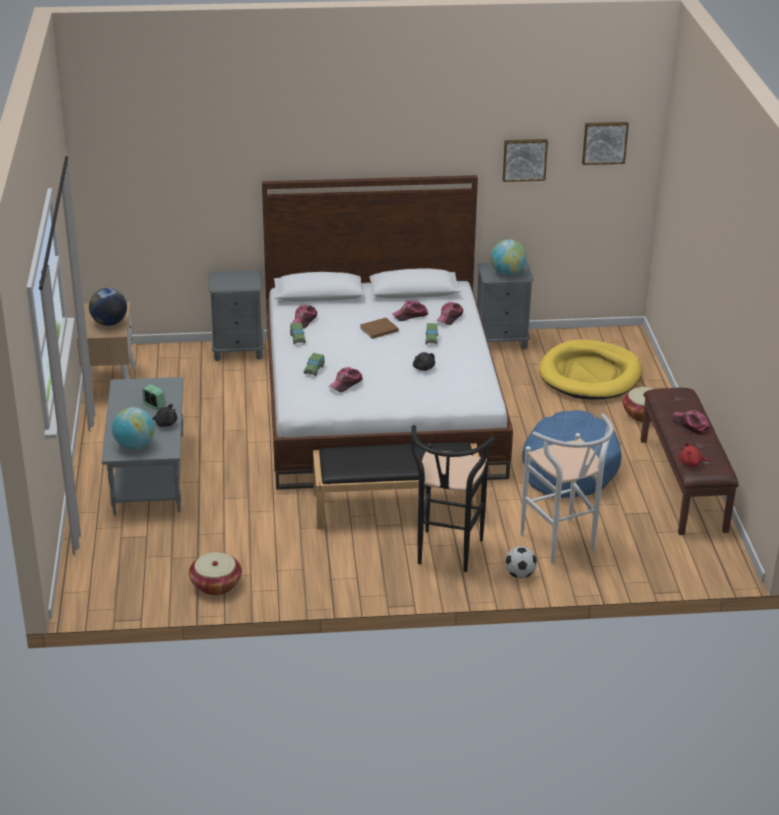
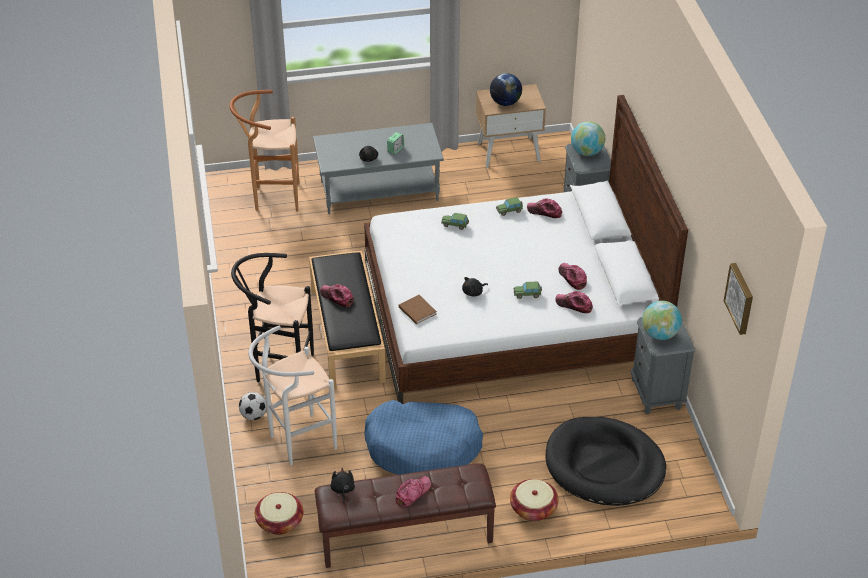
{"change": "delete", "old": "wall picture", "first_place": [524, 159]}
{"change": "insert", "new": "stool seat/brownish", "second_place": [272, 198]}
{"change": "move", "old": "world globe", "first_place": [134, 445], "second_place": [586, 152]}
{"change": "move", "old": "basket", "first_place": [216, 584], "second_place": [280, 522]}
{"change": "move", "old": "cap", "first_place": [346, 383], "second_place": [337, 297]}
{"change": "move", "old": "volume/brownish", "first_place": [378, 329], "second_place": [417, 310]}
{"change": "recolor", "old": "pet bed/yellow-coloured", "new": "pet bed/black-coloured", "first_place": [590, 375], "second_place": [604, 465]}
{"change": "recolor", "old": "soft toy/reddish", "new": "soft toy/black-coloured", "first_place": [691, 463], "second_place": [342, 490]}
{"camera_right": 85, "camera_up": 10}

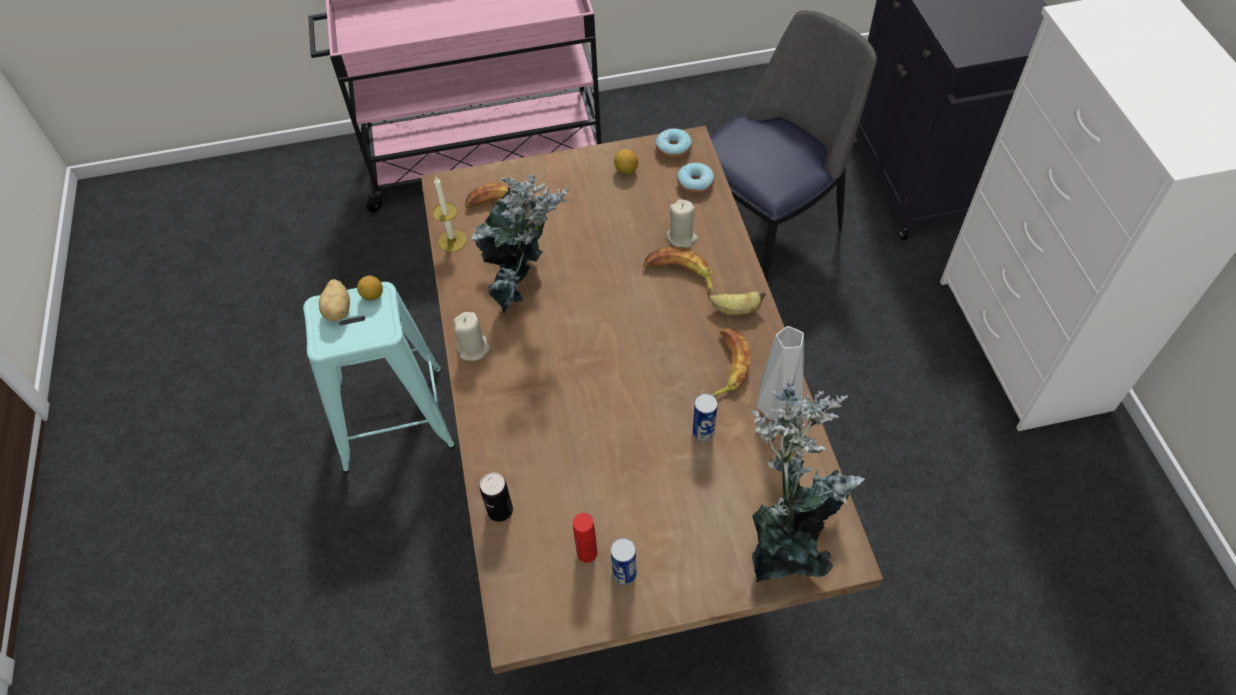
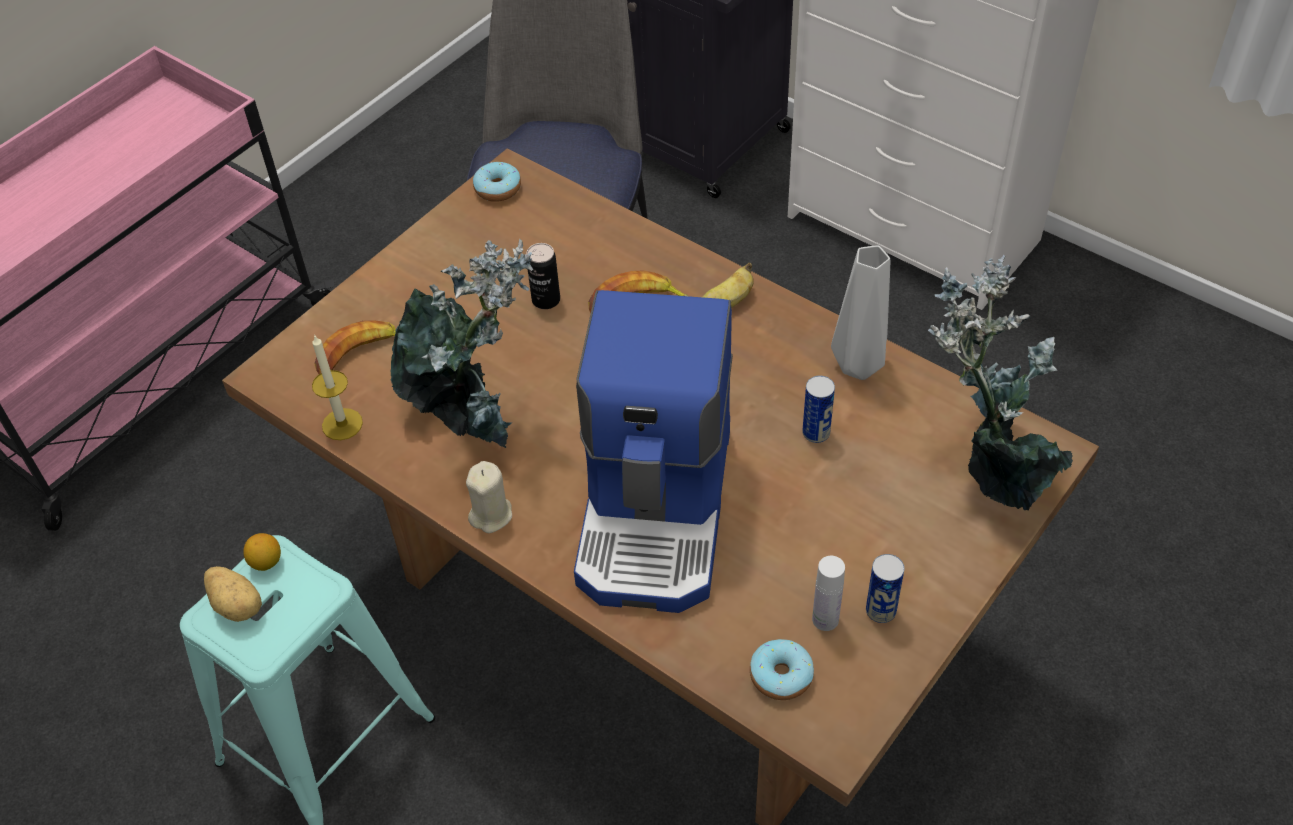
{"change": "delete", "old": "lemon", "first_place": [626, 170]}
{"change": "delete", "old": "wax candle/beige", "first_place": [682, 237]}
{"change": "delete", "old": "banana", "first_place": [727, 365]}
{"change": "insert", "new": "coffee machine", "second_place": [658, 511]}
{"change": "move", "old": "can", "first_place": [500, 510], "second_place": [546, 300]}
{"change": "move", "old": "doughnut", "first_place": [695, 183], "second_place": [781, 676]}
{"change": "recolor", "old": "beverage bottle/reddish", "new": "beverage bottle/white-coloured", "first_place": [587, 553], "second_place": [825, 619]}
{"camera_right": -40, "camera_up": -5}

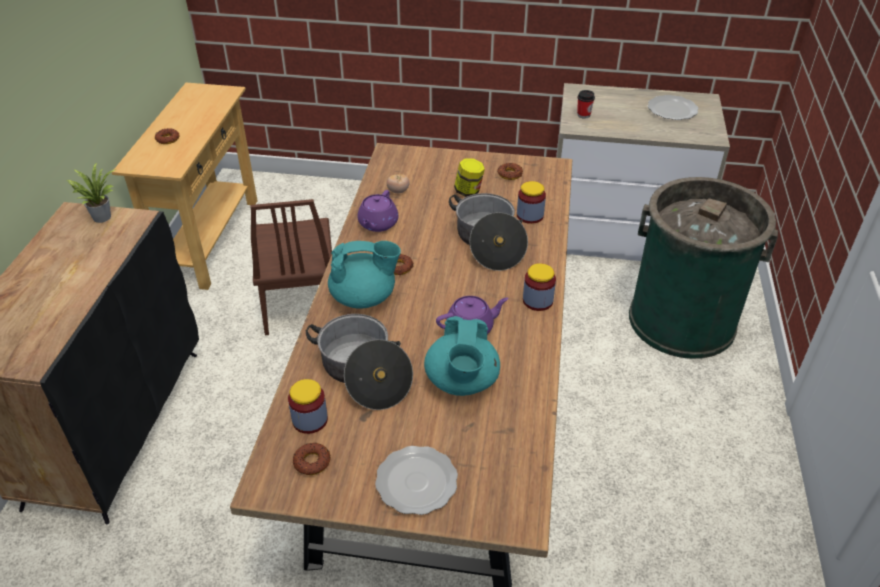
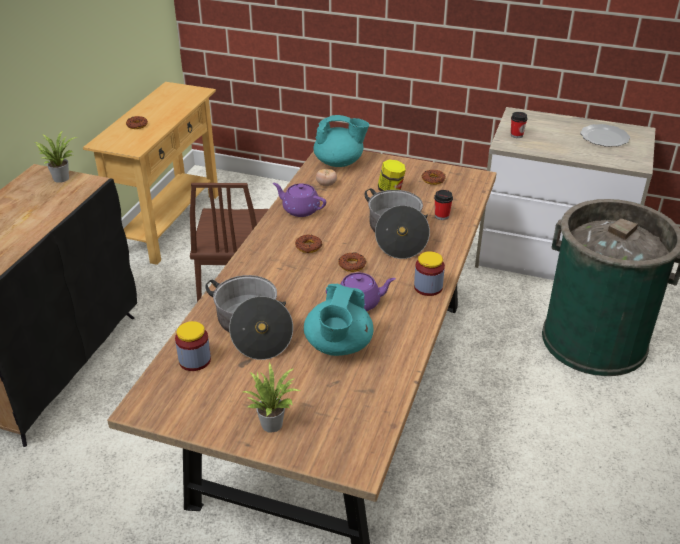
{"change": "move", "old": "doughnut", "first_place": [312, 462], "second_place": [352, 265]}
{"change": "move", "old": "pot for tea/turquoise", "first_place": [364, 297], "second_place": [339, 162]}
{"change": "replace", "old": "plate", "new": "houseplant", "first_place": [415, 482], "second_place": [272, 422]}
{"change": "replace", "old": "jar", "new": "cup", "first_place": [530, 215], "second_place": [442, 216]}
{"change": "rotate", "old": "pot for tea/purple", "first_place": [377, 224], "second_place": [300, 209], "degrees": 90}
{"camera_right": 10, "camera_up": -5}

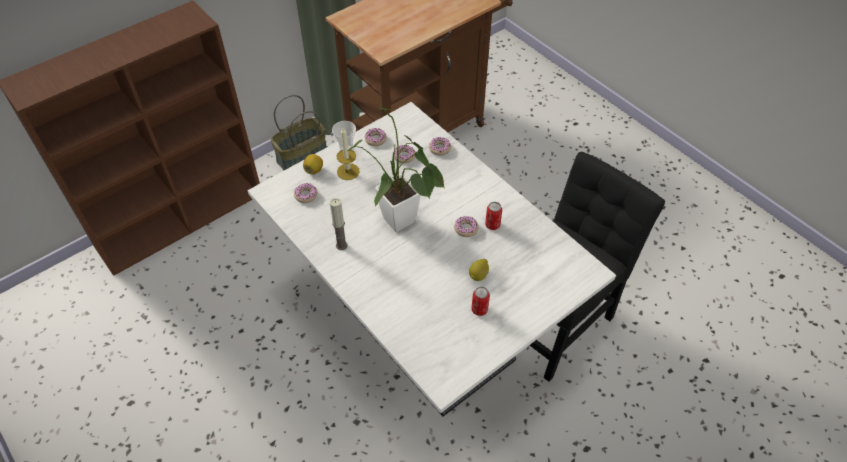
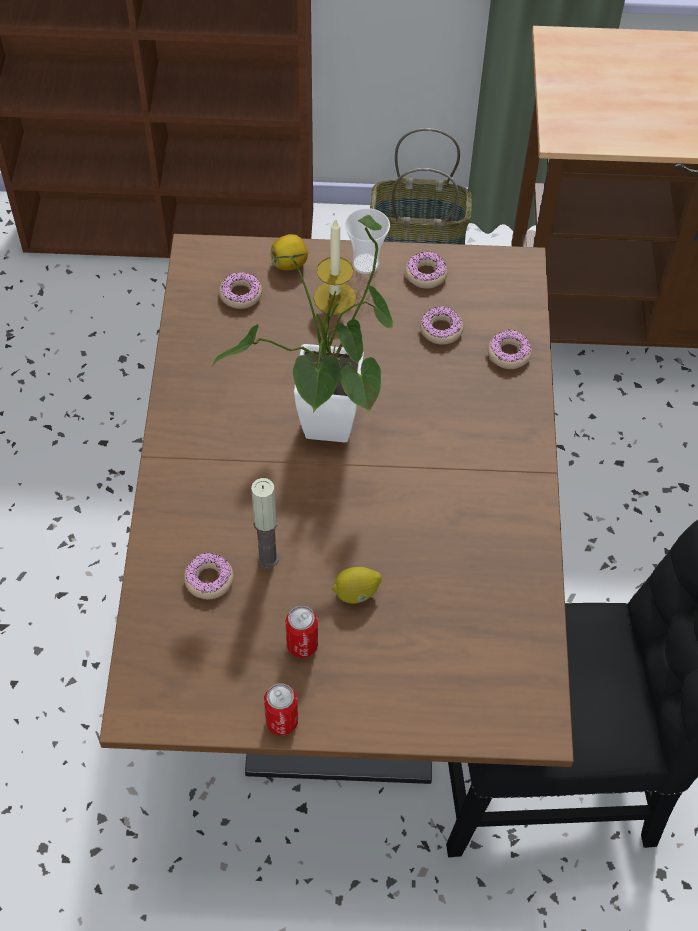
{"change": "move", "old": "wax candle", "first_place": [341, 245], "second_place": [268, 558]}
{"change": "move", "old": "doughnut", "first_place": [466, 229], "second_place": [209, 580]}
{"change": "move", "old": "can", "first_place": [492, 225], "second_place": [282, 721]}
{"change": "recolor", "old": "dinner table/white-coloured", "new": "dinner table/brownish", "first_place": [423, 327], "second_place": [345, 625]}
{"camera_right": 40, "camera_up": 5}

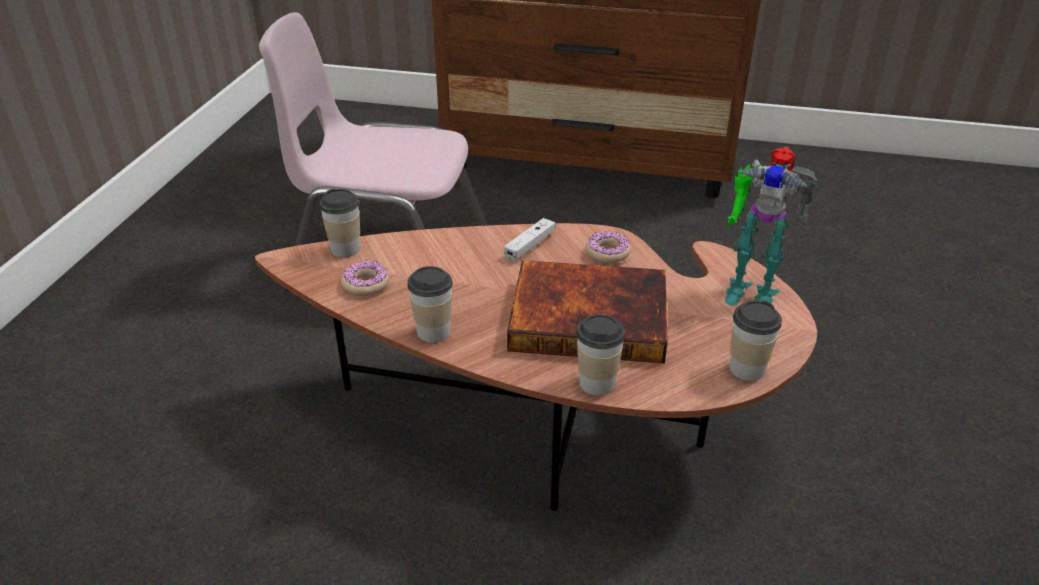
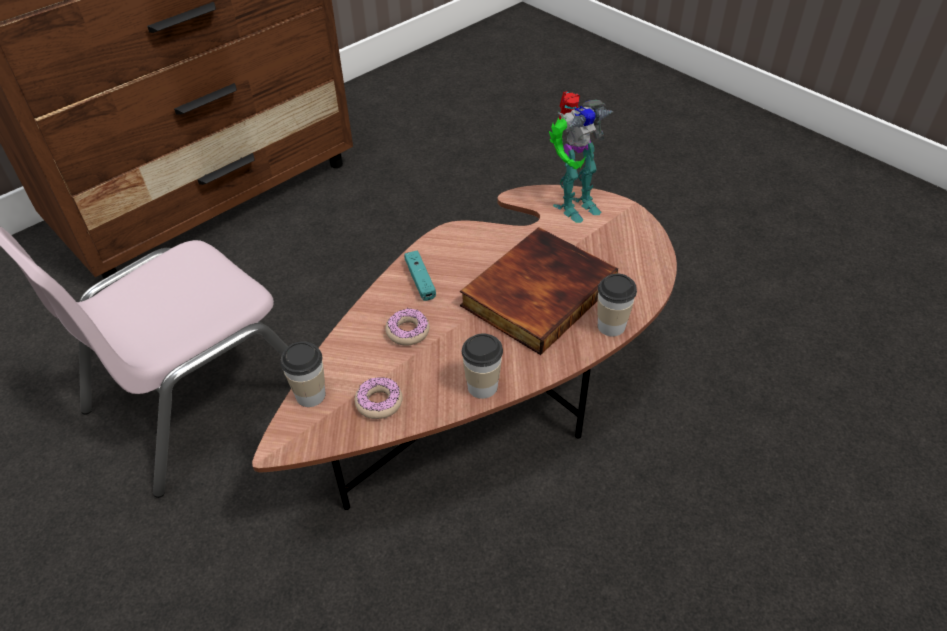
{"change": "delete", "old": "cup", "first_place": [746, 369]}
{"change": "move", "old": "doughnut", "first_place": [607, 253], "second_place": [408, 331]}
{"change": "recolor", "old": "joypad/white-coloured", "new": "joypad/turquoise", "first_place": [530, 245], "second_place": [420, 280]}
{"camera_right": -55, "camera_up": 10}

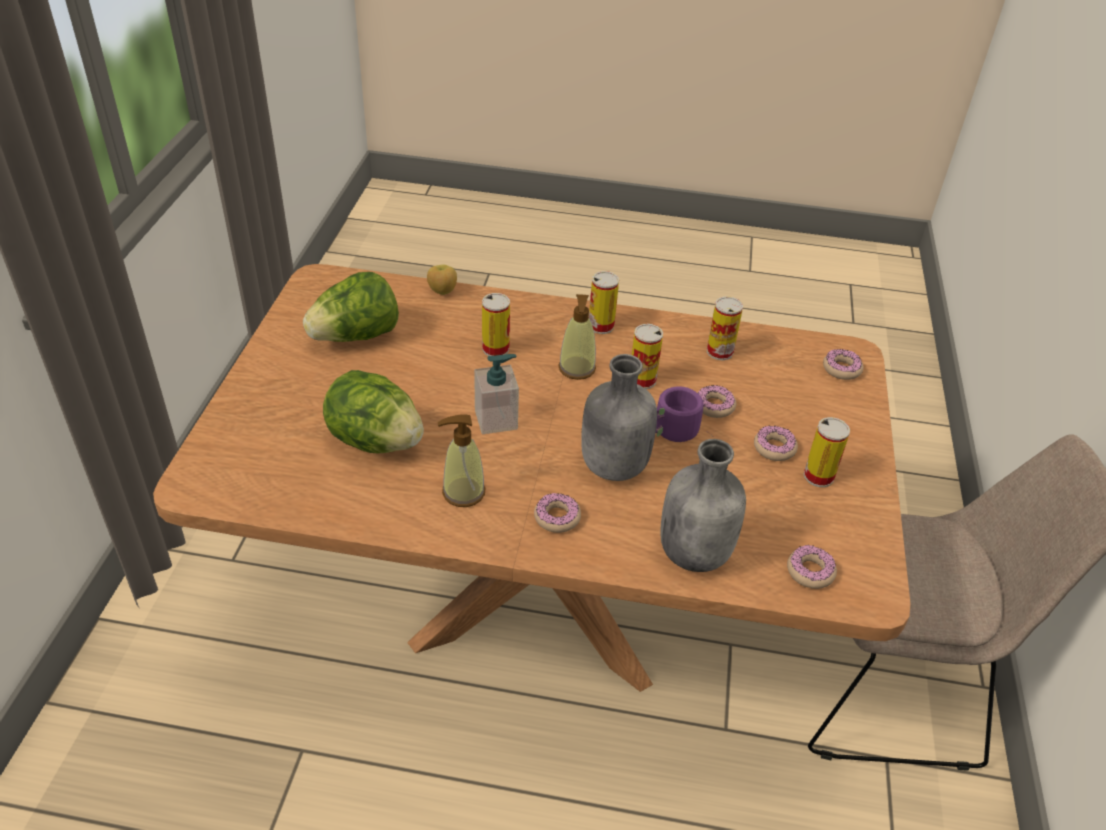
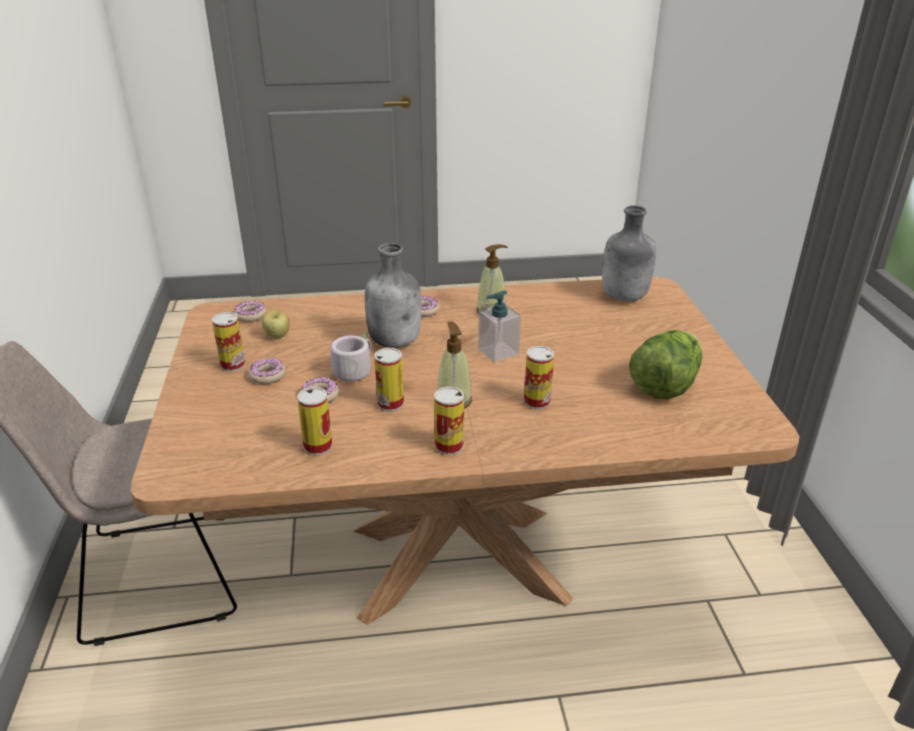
{"change": "delete", "old": "head of lettuce", "first_place": [375, 441]}
{"change": "delete", "old": "doughnut", "first_place": [841, 369]}
{"change": "move", "old": "apple", "first_place": [442, 292], "second_place": [277, 336]}
{"change": "move", "old": "beverage bottle/gray", "first_place": [695, 552], "second_place": [624, 297]}
{"change": "recolor", "old": "coffee mug/purple", "new": "coffee mug/gray", "first_place": [673, 433], "second_place": [353, 370]}
{"camera_right": 165, "camera_up": -10}

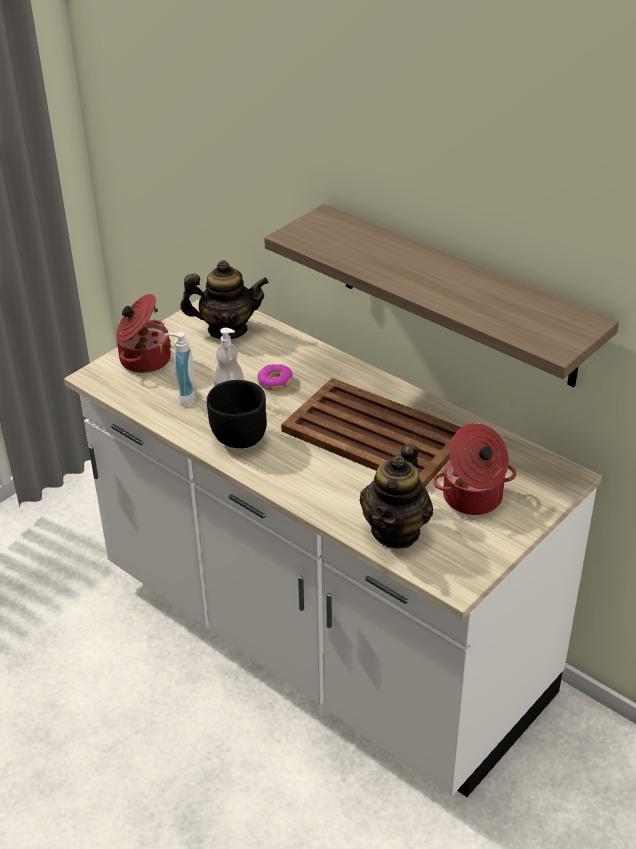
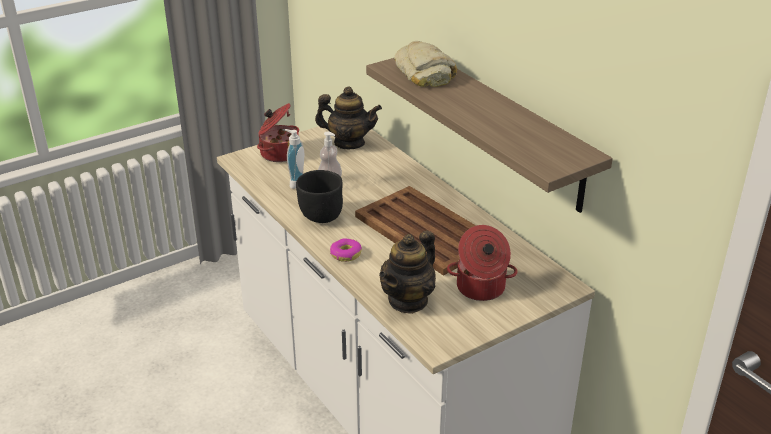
{"change": "insert", "new": "baked bread", "second_place": [424, 73]}
{"change": "move", "old": "doughnut", "first_place": [275, 382], "second_place": [345, 254]}
{"camera_right": 15, "camera_up": -5}

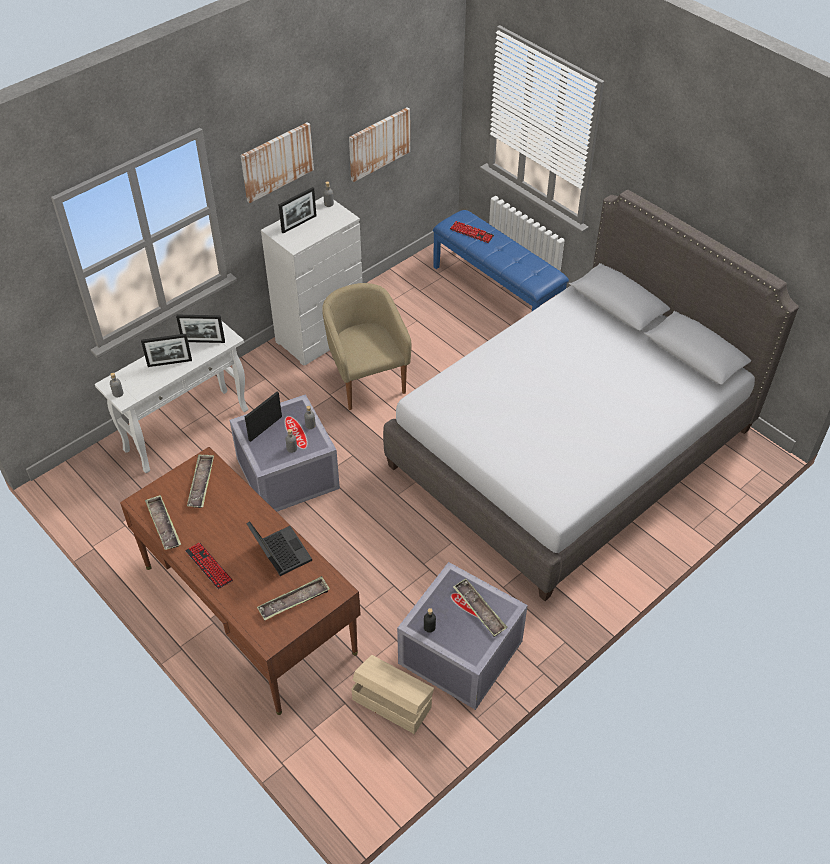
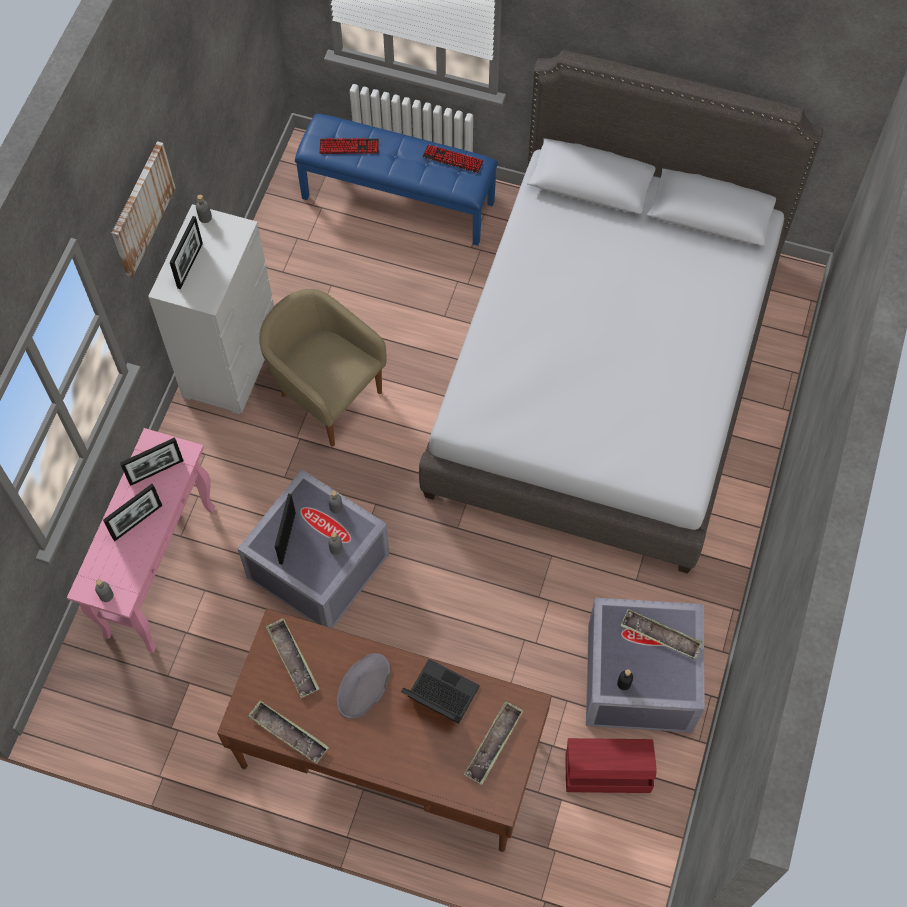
{"change": "delete", "old": "wall picture", "first_place": [379, 143]}
{"change": "insert", "new": "hat/gray", "second_place": [363, 686]}
{"change": "move", "old": "keyboard", "first_place": [209, 566], "second_place": [453, 159]}
{"change": "recolor", "old": "console table/white-coloured", "new": "console table/pinkish", "first_place": [187, 429], "second_place": [160, 570]}
{"change": "recolor", "old": "storage bin/beige", "new": "storage bin/reddish", "first_place": [391, 702], "second_place": [606, 771]}
{"camera_right": -30, "camera_up": 15}

